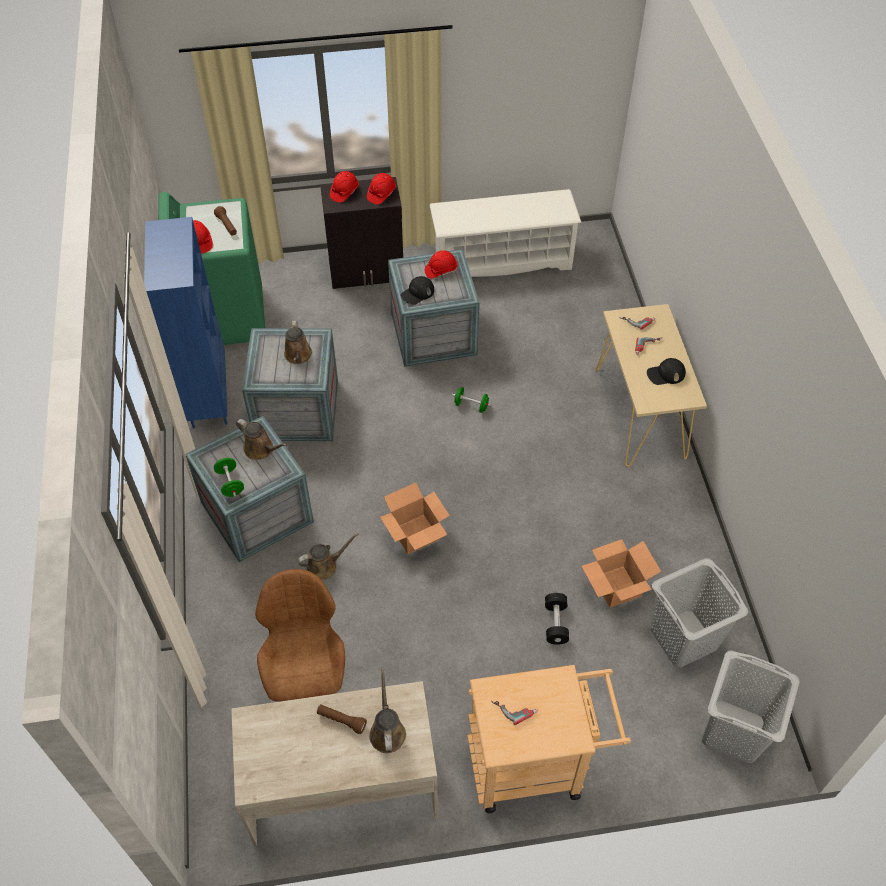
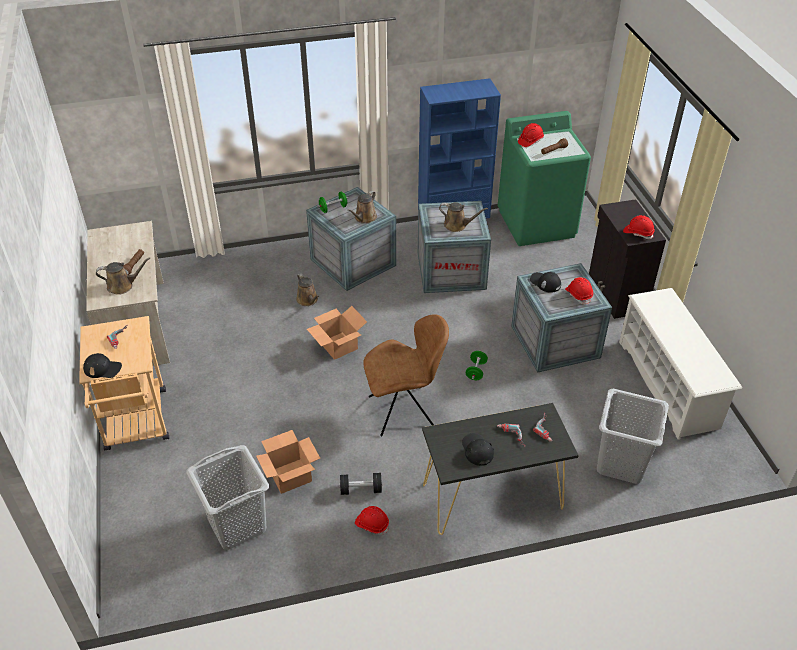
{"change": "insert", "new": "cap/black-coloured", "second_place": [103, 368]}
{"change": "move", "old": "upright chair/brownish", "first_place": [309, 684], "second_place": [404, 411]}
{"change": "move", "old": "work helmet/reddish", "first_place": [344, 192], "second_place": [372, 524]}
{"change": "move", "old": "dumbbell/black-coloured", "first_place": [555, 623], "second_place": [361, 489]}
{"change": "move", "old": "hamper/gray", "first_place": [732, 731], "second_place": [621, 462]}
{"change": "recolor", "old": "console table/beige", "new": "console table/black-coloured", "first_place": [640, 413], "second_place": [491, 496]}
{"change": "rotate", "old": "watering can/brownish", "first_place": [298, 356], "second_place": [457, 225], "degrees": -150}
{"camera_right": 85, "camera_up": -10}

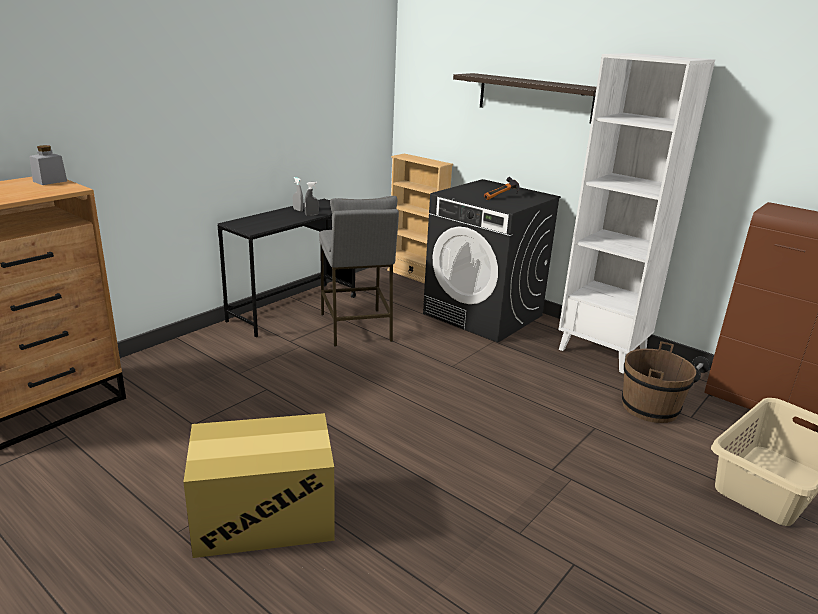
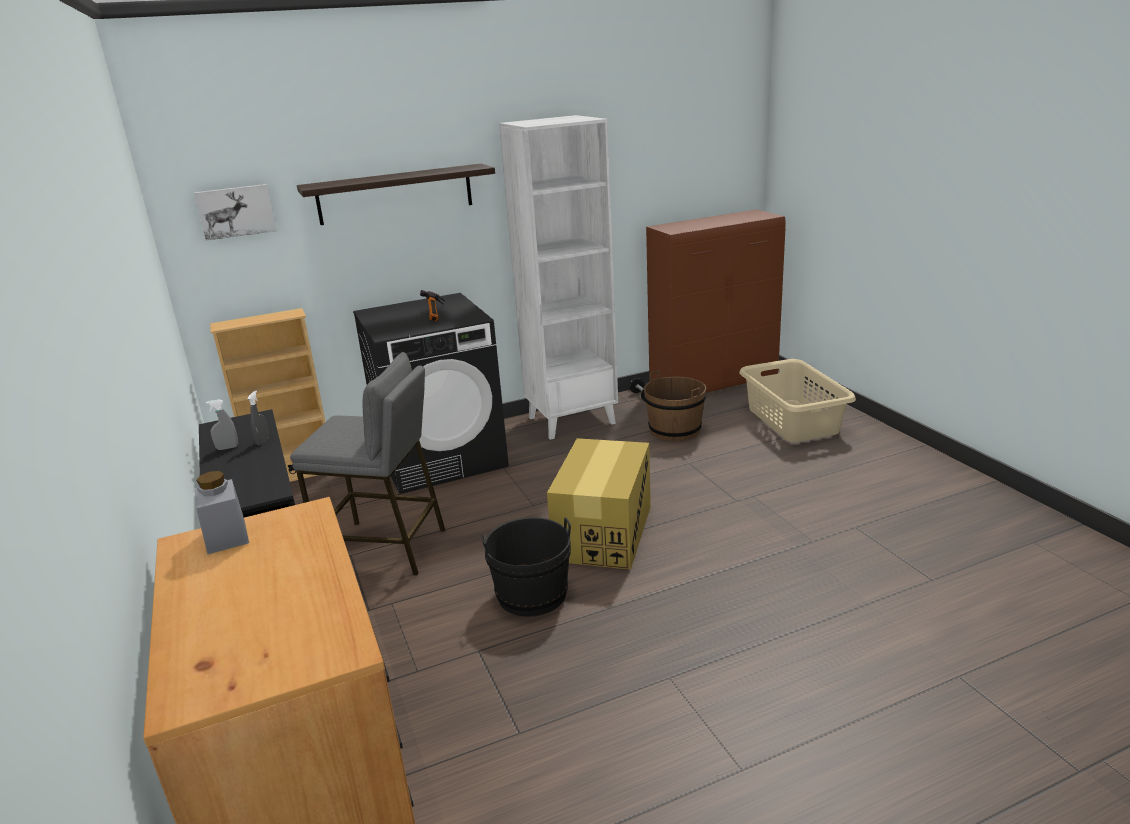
{"change": "insert", "new": "wall picture", "second_place": [236, 211]}
{"change": "insert", "new": "pail/black-coloured", "second_place": [532, 594]}
{"change": "move", "old": "carton", "first_place": [263, 516], "second_place": [603, 533]}
{"camera_right": -60, "camera_up": 0}

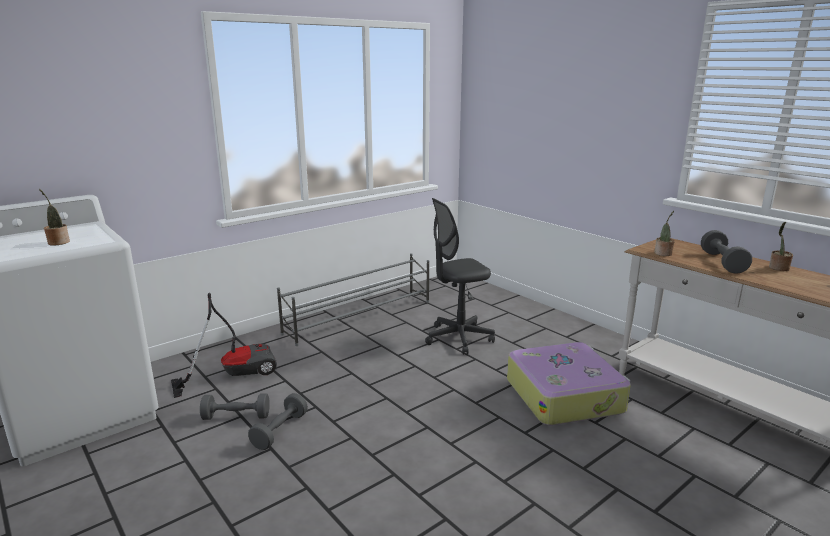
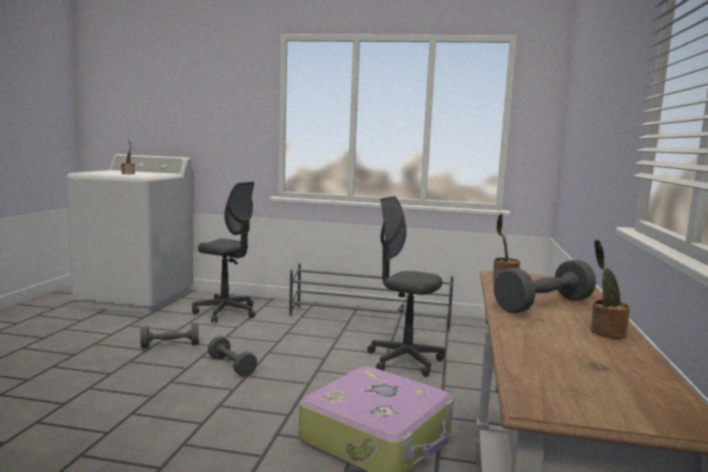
{"change": "move", "old": "dumbbell/gray", "first_place": [236, 417], "second_place": [231, 366]}
{"change": "replace", "old": "vacuum cleaner", "new": "computer chair/gray", "first_place": [234, 373], "second_place": [226, 312]}
{"camera_right": 50, "camera_up": -10}

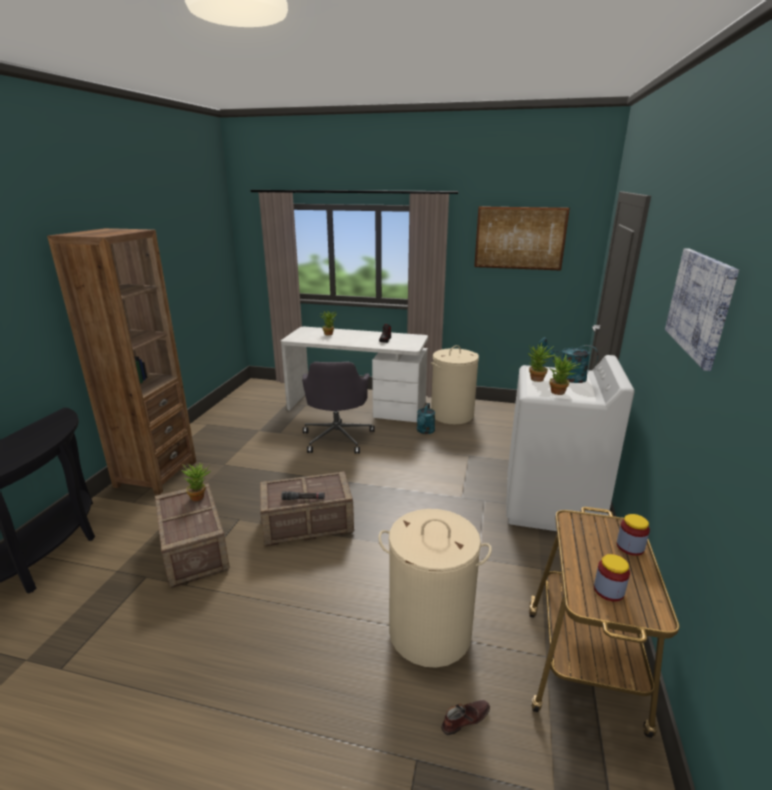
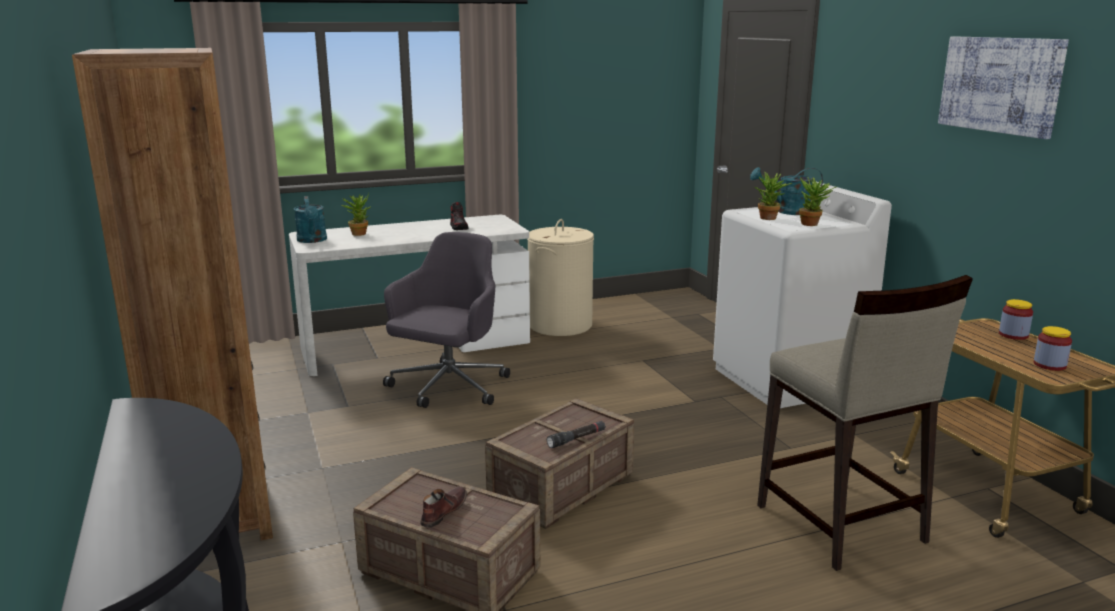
{"change": "delete", "old": "houseplant", "first_place": [200, 496]}
{"change": "delete", "old": "wall picture", "first_place": [520, 238]}
{"change": "move", "old": "watering can/turquoise", "first_place": [425, 431], "second_place": [312, 240]}
{"change": "move", "old": "shoe/brownish", "first_place": [465, 719], "second_place": [443, 511]}
{"change": "replace", "old": "hamper/beige", "new": "stool seat/beige", "first_place": [429, 632], "second_place": [840, 524]}
{"change": "rotate", "old": "computer chair/gray", "first_place": [337, 437], "second_place": [448, 387], "degrees": -120}
{"camera_right": -35, "camera_up": -5}

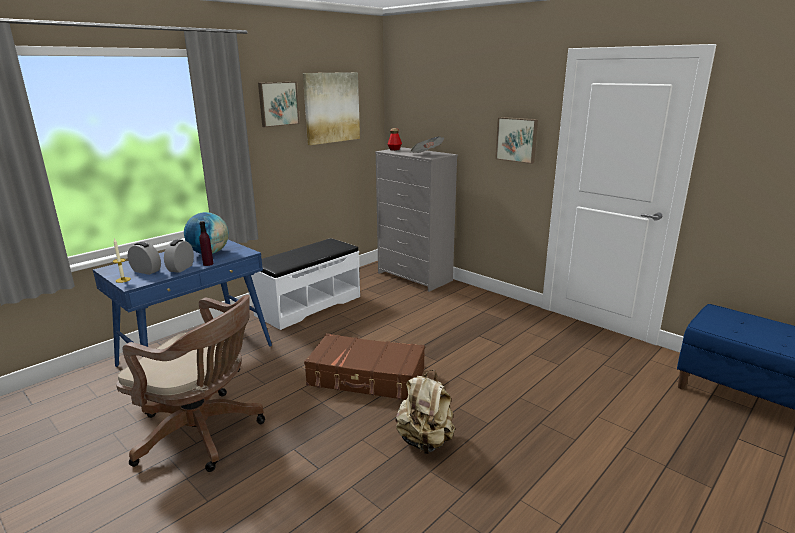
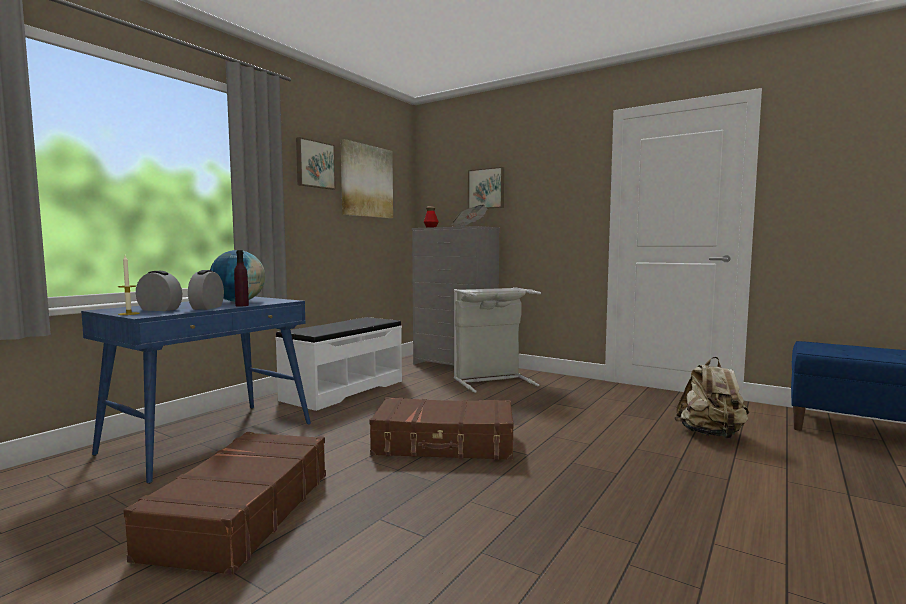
{"change": "insert", "new": "hamper/gray", "second_place": [491, 381]}
{"change": "move", "old": "backpack/beige", "first_place": [425, 441], "second_place": [710, 435]}
{"change": "move", "old": "wall picture", "first_place": [517, 139], "second_place": [486, 188]}
{"change": "replace", "old": "computer chair/brownish", "new": "travel case/brownish", "first_place": [203, 433], "second_place": [240, 513]}
{"camera_right": -10, "camera_up": -15}

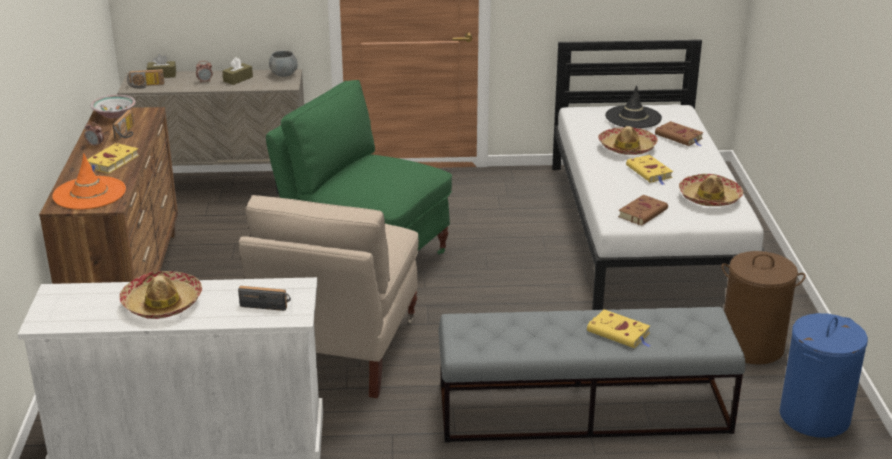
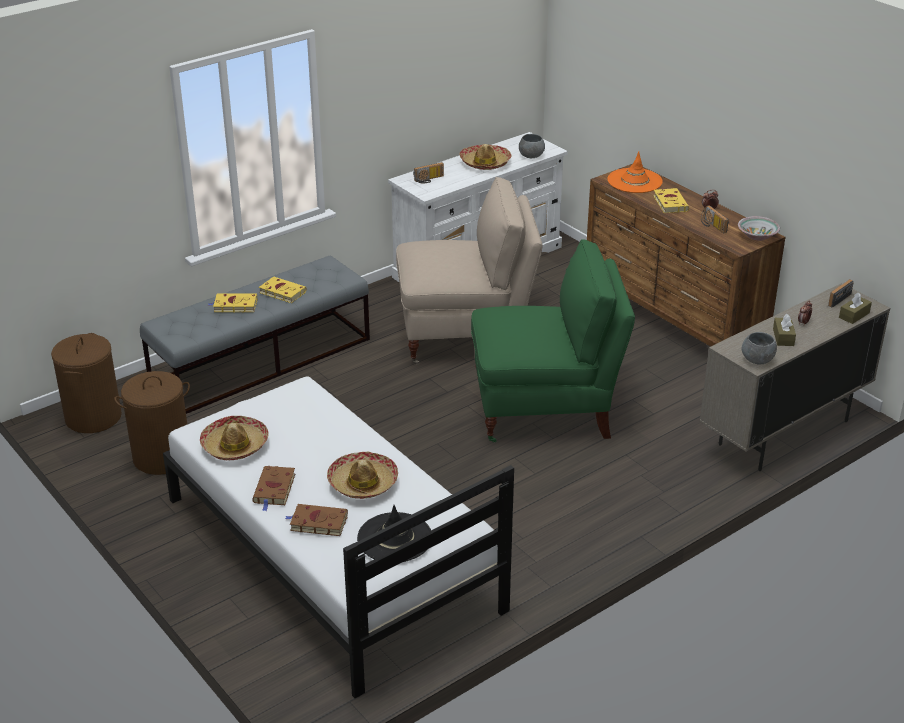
{"change": "insert", "new": "serving bowl/gray", "second_place": [531, 156]}
{"change": "move", "old": "volume/brownish", "first_place": [643, 213], "second_place": [274, 490]}
{"change": "move", "old": "volume/yellow-coloured", "first_place": [650, 172], "second_place": [281, 292]}
{"change": "recolor", "old": "hamper/blue", "new": "hamper/brownish", "first_place": [814, 417], "second_place": [93, 417]}
{"change": "rotate", "old": "upright chair/beige", "first_place": [339, 350], "second_place": [466, 337], "degrees": 105}
{"camera_right": 145, "camera_up": 5}

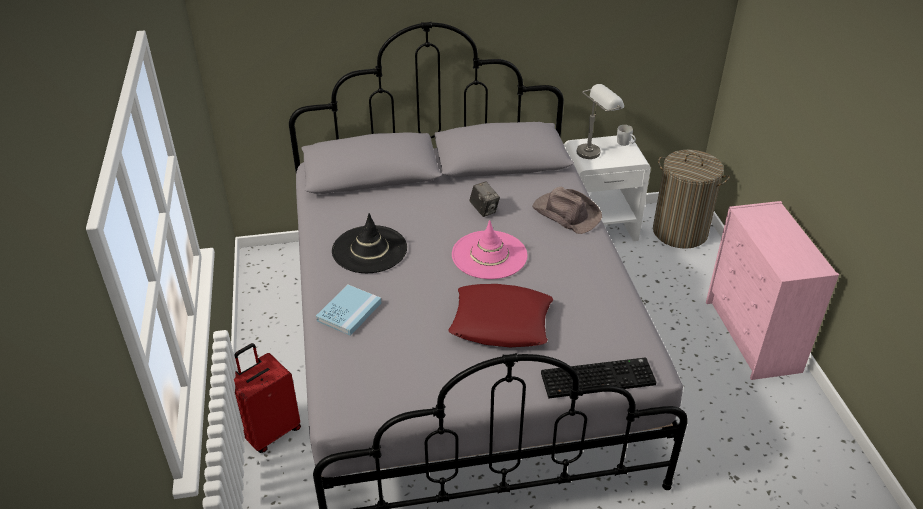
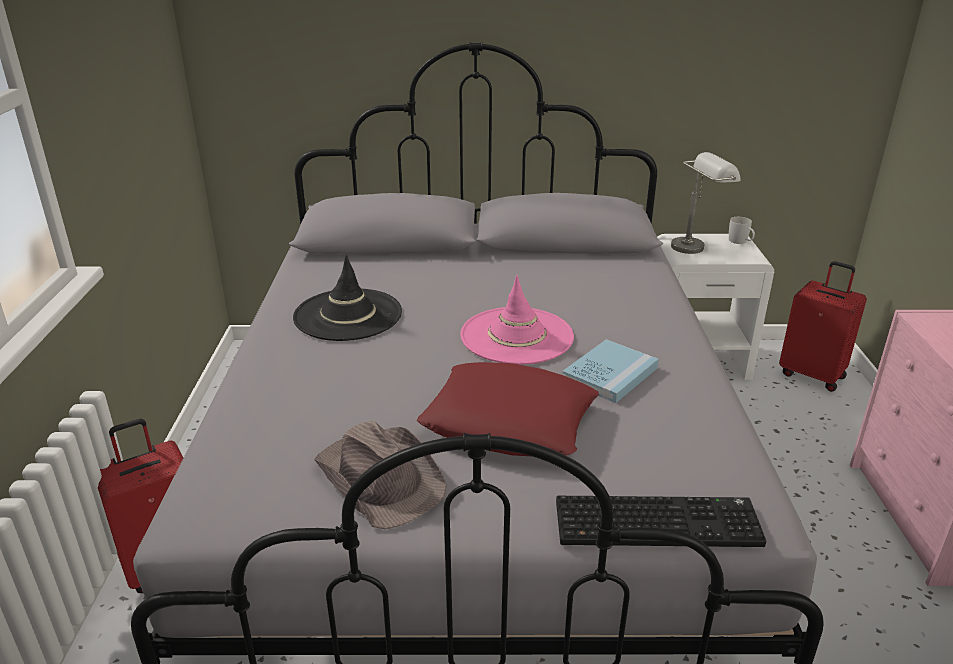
{"change": "delete", "old": "still camera", "first_place": [484, 210]}
{"change": "move", "old": "volume/blue", "first_place": [349, 312], "second_place": [610, 374]}
{"change": "move", "old": "hat/brownish", "first_place": [566, 213], "second_place": [380, 477]}
{"change": "replace", "old": "hamper", "new": "travel case/reddish", "first_place": [680, 232], "second_place": [812, 375]}
{"camera_right": 10, "camera_up": -10}

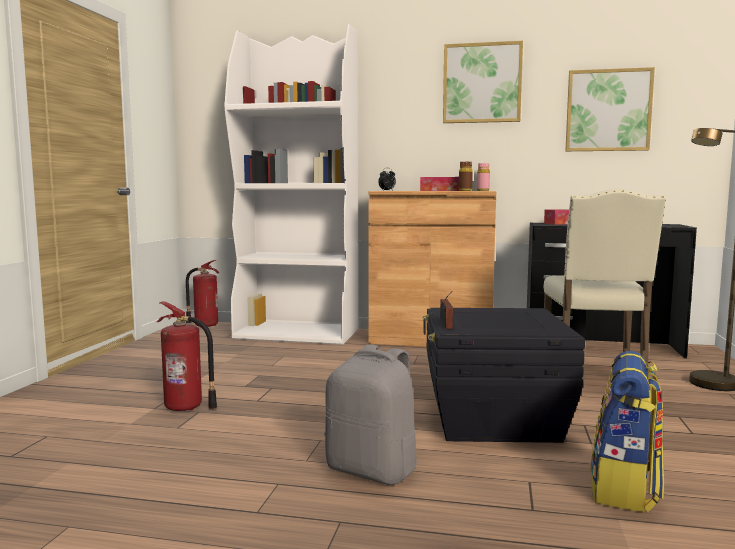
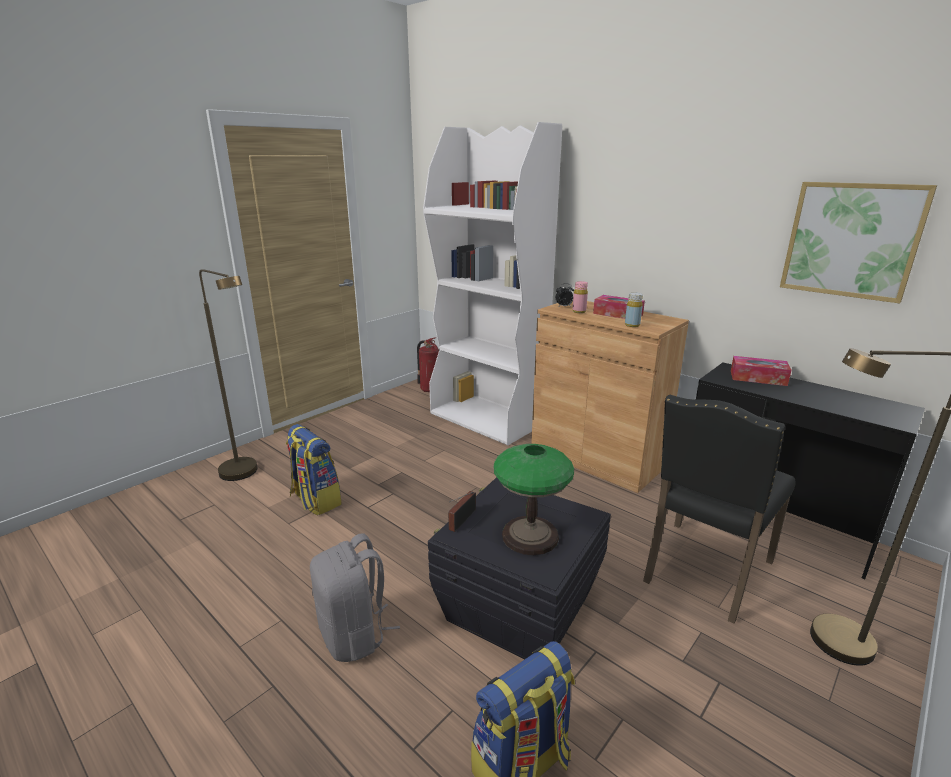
{"change": "delete", "old": "wall picture", "first_place": [482, 83]}
{"change": "insert", "new": "floor lamp/brownish", "second_place": [245, 474]}
{"change": "insert", "new": "tabletop lamp", "second_place": [530, 536]}
{"change": "move", "old": "beverage bottle/pinkish", "first_place": [483, 190], "second_place": [579, 311]}
{"change": "replace", "old": "fire extinguisher", "new": "backpack", "first_place": [185, 408], "second_place": [315, 500]}
{"change": "recolor", "old": "beverage bottle/brownish", "new": "beverage bottle/yellow-coloured", "first_place": [465, 190], "second_place": [632, 325]}
{"change": "recolor", "old": "upright chair/beige", "new": "upright chair/black-coloured", "first_place": [594, 374], "second_place": [704, 571]}
{"camera_right": 30, "camera_up": 15}

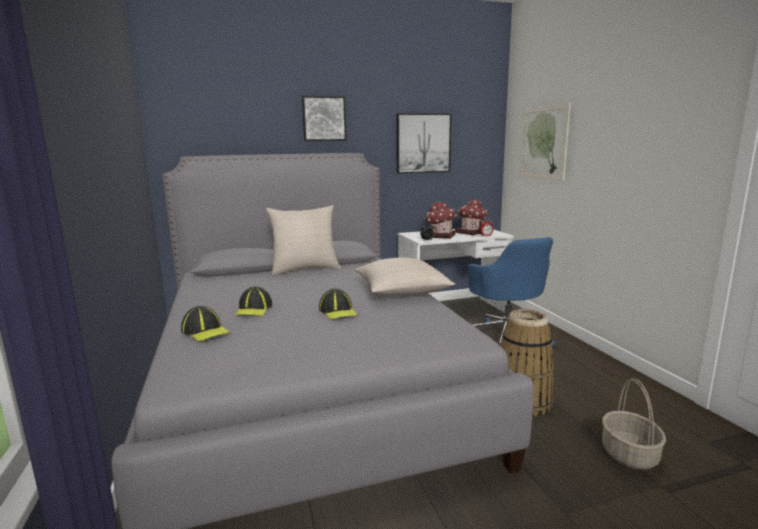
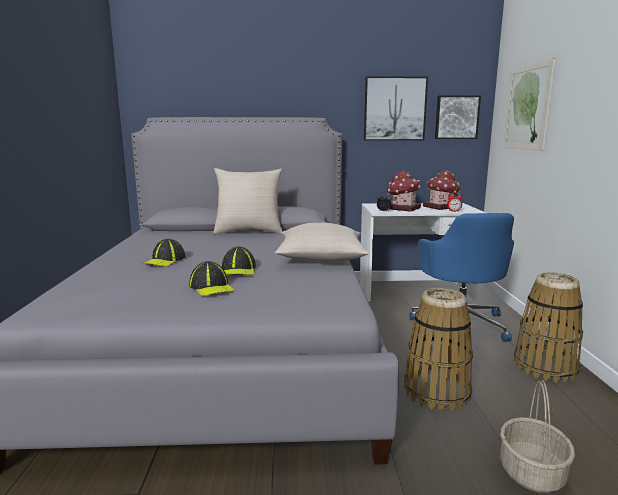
{"change": "insert", "new": "basket", "second_place": [545, 367]}
{"change": "move", "old": "cap", "first_place": [205, 331], "second_place": [212, 287]}
{"change": "move", "old": "wall picture", "first_place": [324, 119], "second_place": [456, 117]}
{"camera_right": 15, "camera_up": 0}

